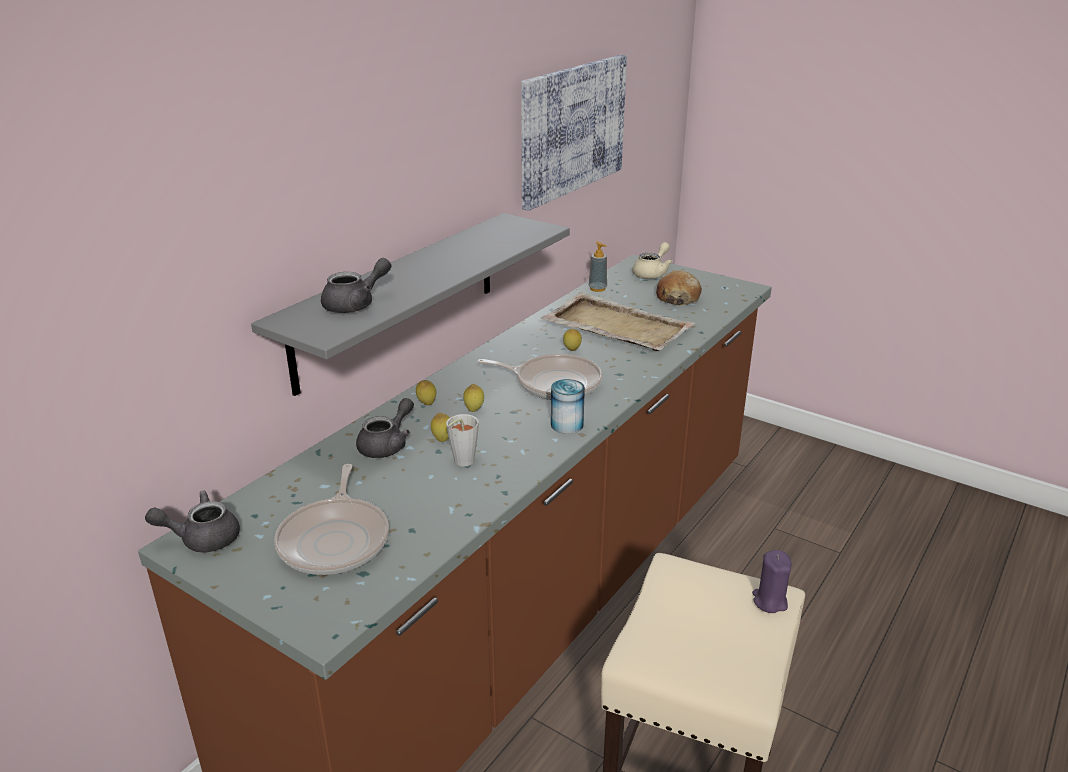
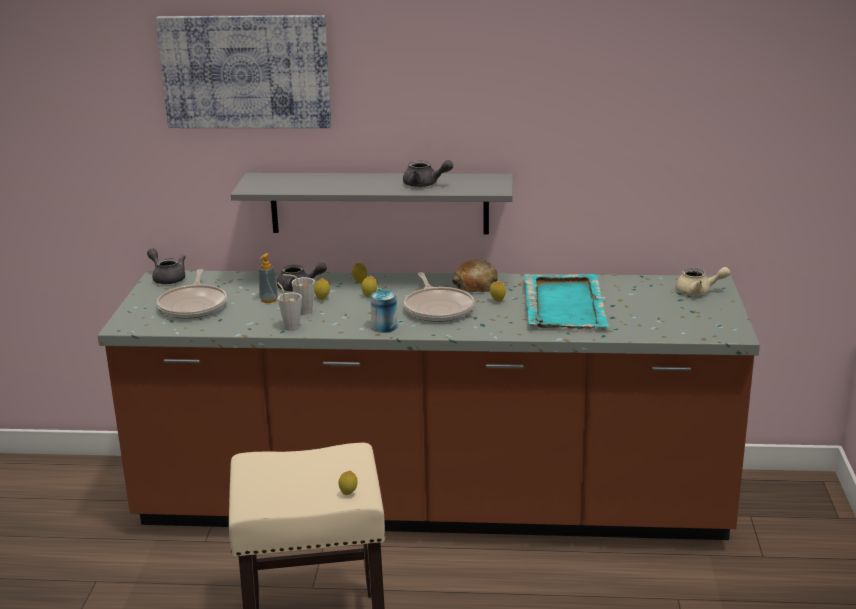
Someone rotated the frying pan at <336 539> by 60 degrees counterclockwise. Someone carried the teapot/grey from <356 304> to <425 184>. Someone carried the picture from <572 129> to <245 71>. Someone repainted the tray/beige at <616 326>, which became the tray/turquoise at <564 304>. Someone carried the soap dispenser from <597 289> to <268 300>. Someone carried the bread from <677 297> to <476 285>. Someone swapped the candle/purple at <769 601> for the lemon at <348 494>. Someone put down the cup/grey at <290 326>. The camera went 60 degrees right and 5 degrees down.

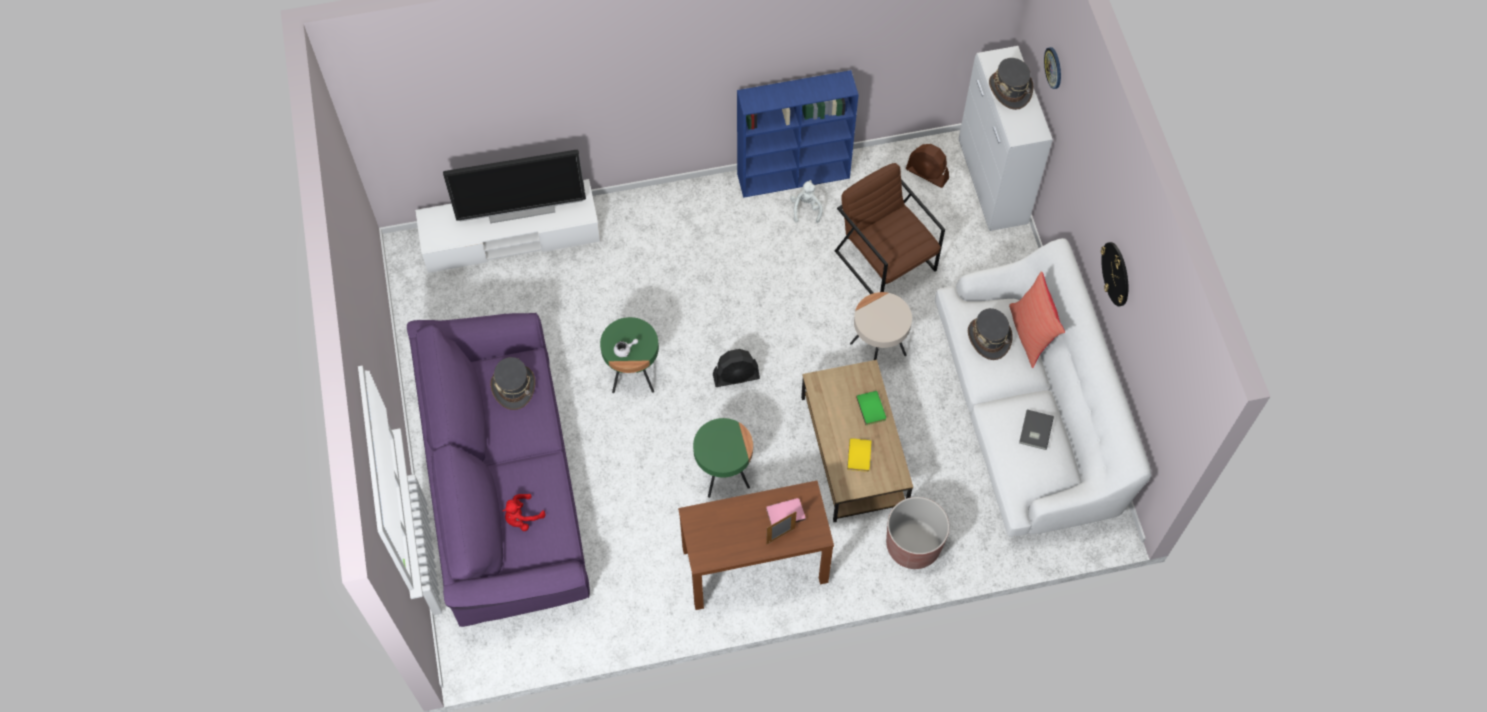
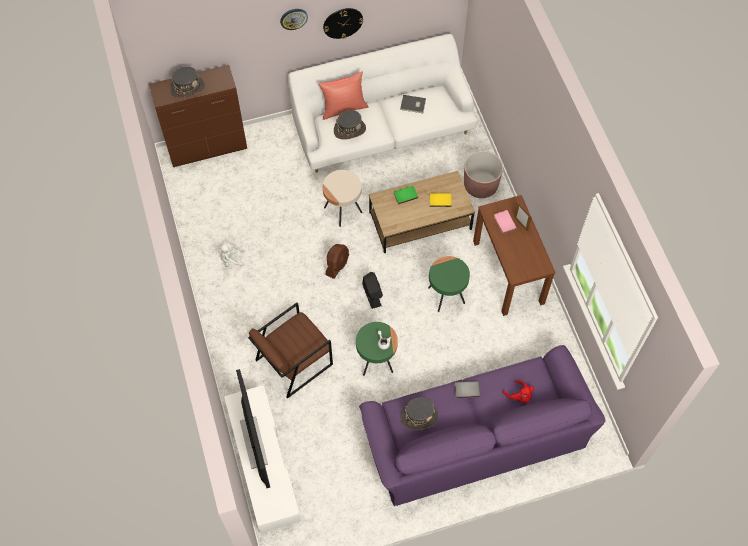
Someone took away the bookcase/blue at <794 175>. Someone carried the armchair/brown from <885 260> to <293 362>. Someone carried the fan/brown from <927 174> to <337 265>. Someone repainted the cabinet/white at <992 184>, which became the cabinet/brown at <208 148>. Someone carried the wall clock from <1053 67> to <293 18>. Someone put down the book/grey at <466 389>. The camera went 95 degrees left and 0 degrees up.

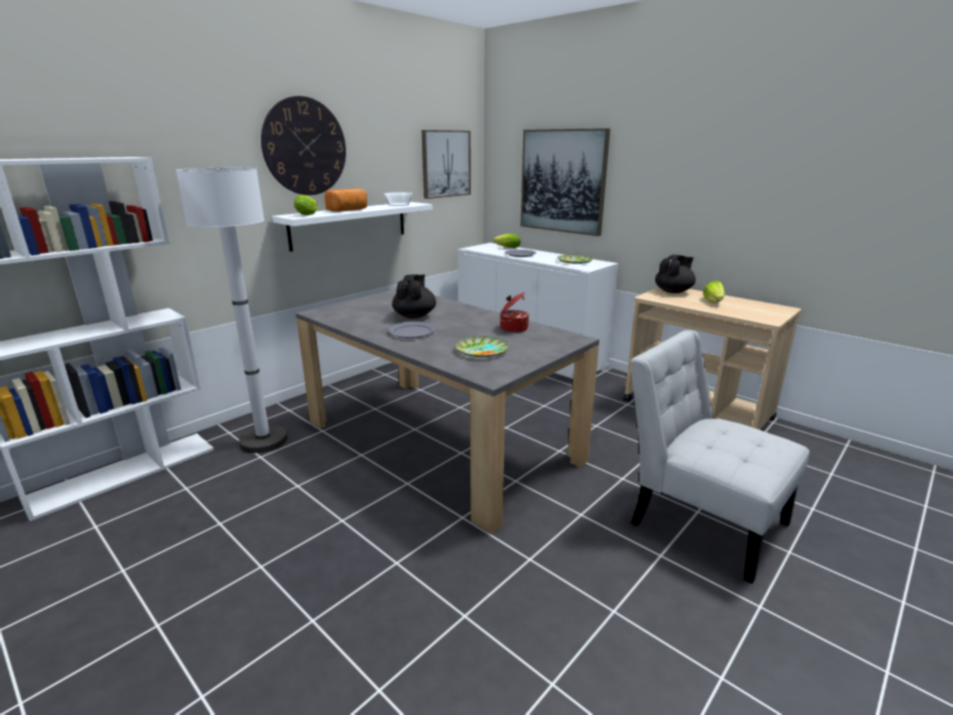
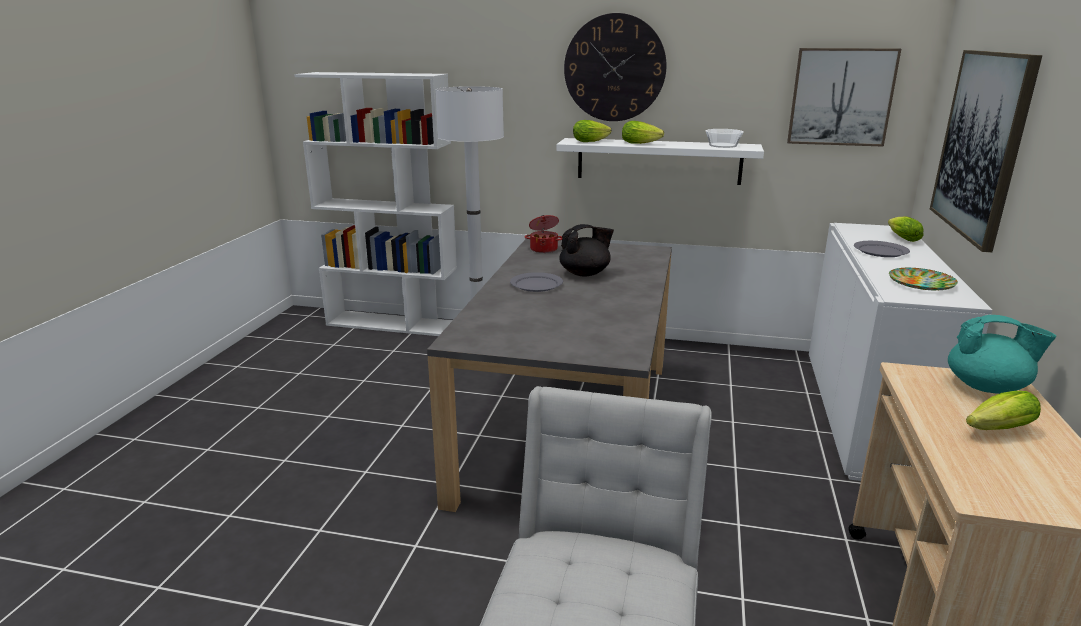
Someone swapped the bread at <348 210> for the lettuce at <642 143>. Someone took away the plate at <481 350>. Someone carried the cooking pot from <513 328> to <544 249>. Someone repainted the teapot/black at <673 291>, which became the teapot/turquoise at <987 387>. The camera went 60 degrees right and 0 degrees up.

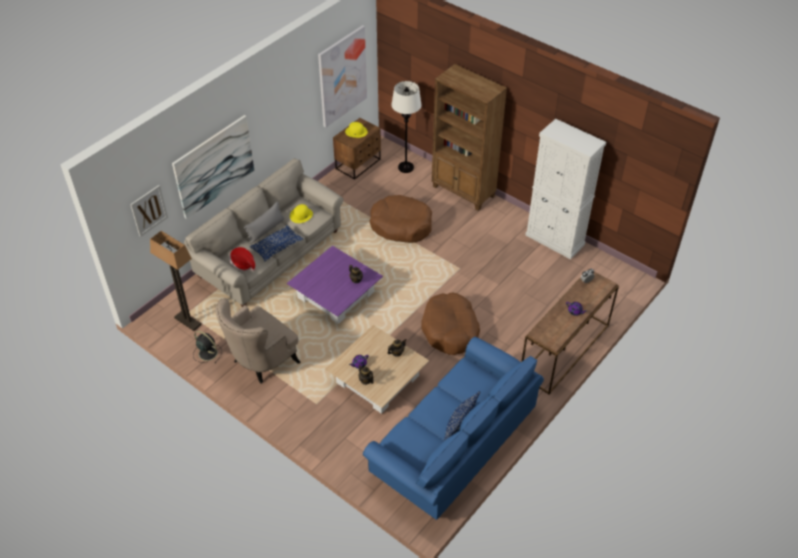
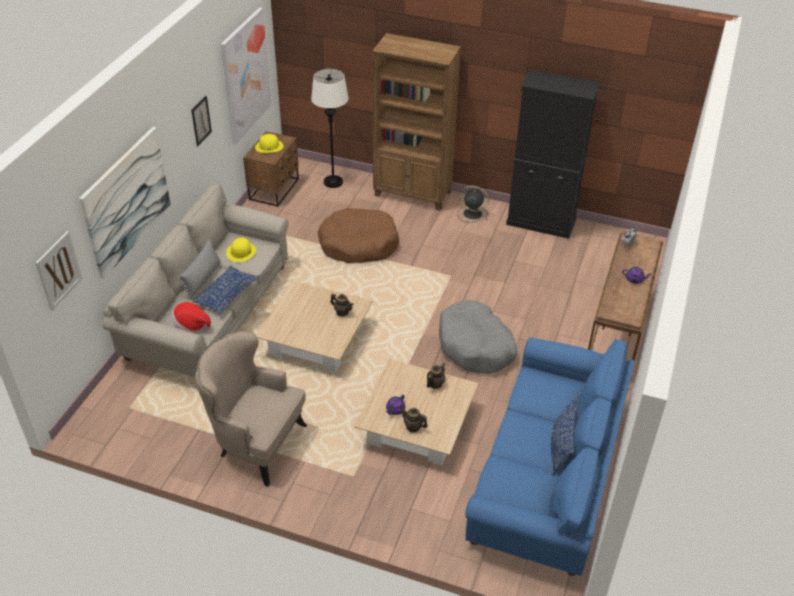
Someone took away the floor lamp at <187 321>. Someone carried the fan/black from <207 353> to <471 214>. Someone rotated the armchair/beige at <261 362> by 90 degrees clockwise. Someone repainted the coffee table/purple at <336 294>, which became the coffee table/beige at <316 339>. Someone repainted the dog bed/brown at <450 330>, which became the dog bed/grey at <475 346>. Someone repainted the cabinet/white at <555 240>, which became the cabinet/black at <541 222>. Someone put up the picture at <201 121>. The camera went 20 degrees left and 5 degrees down.

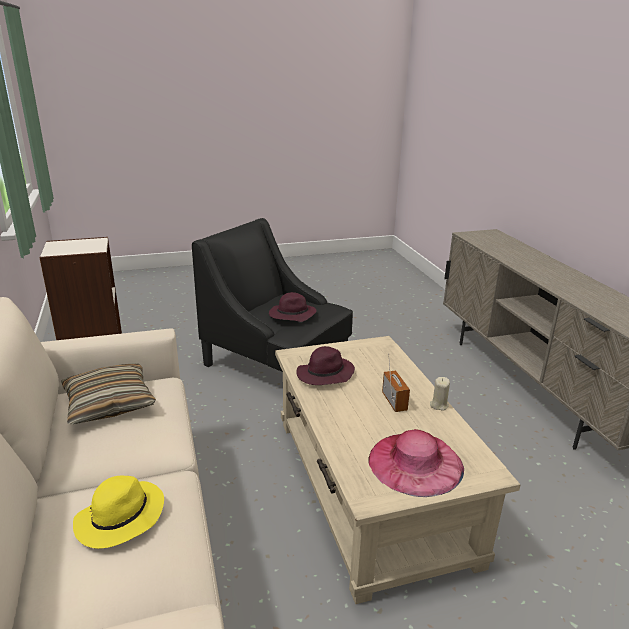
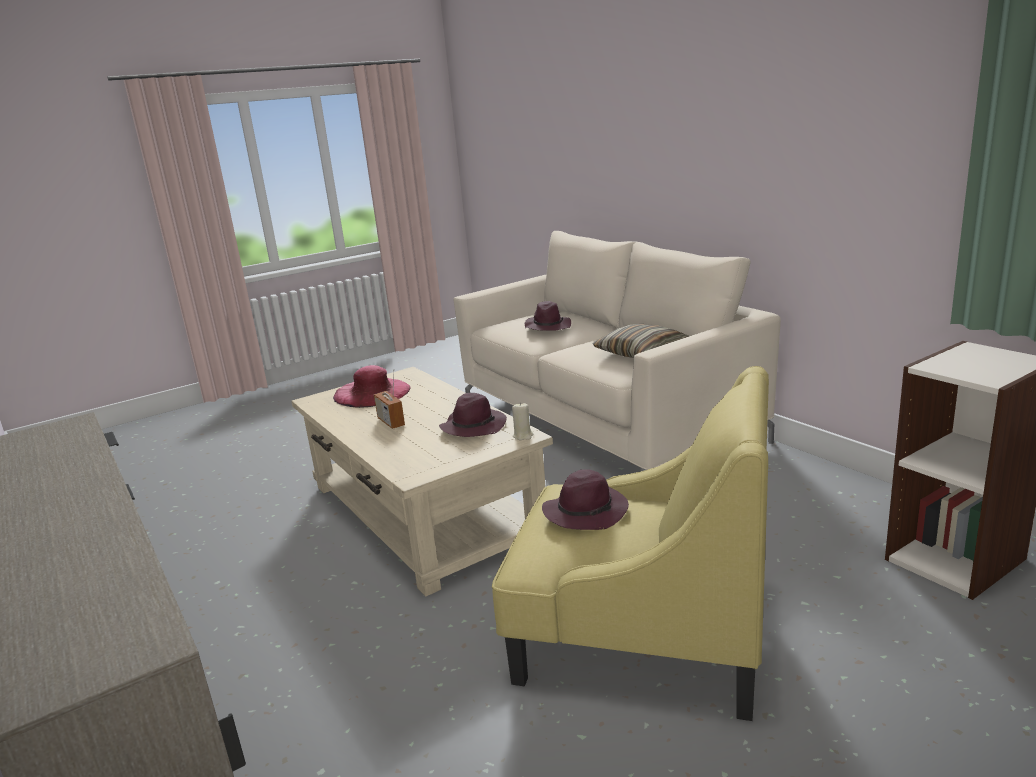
Someone repainted the hat/yellow at <120 519>, which became the hat/purple at <547 327>. Someone repainted the armchair/black at <276 362>, which became the armchair/yellow at <640 636>. Someone carried the candle/beige from <438 405> to <523 436>. The camera went 165 degrees right and 5 degrees down.

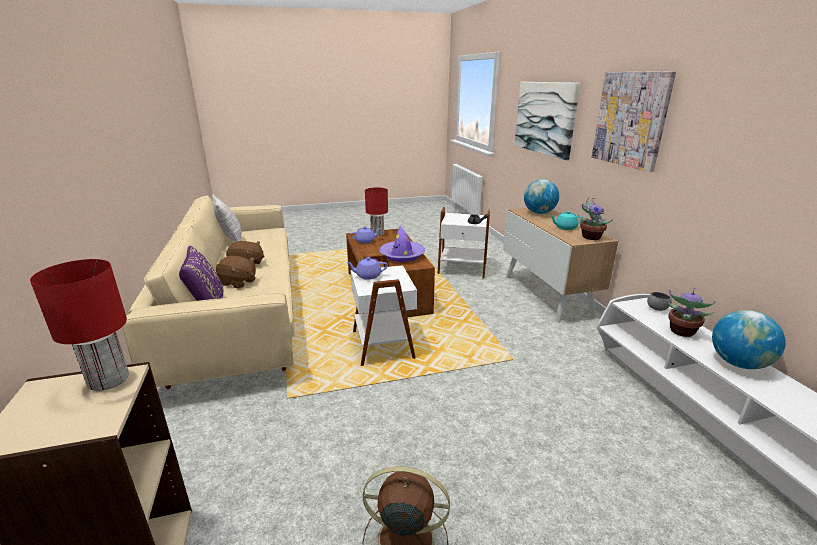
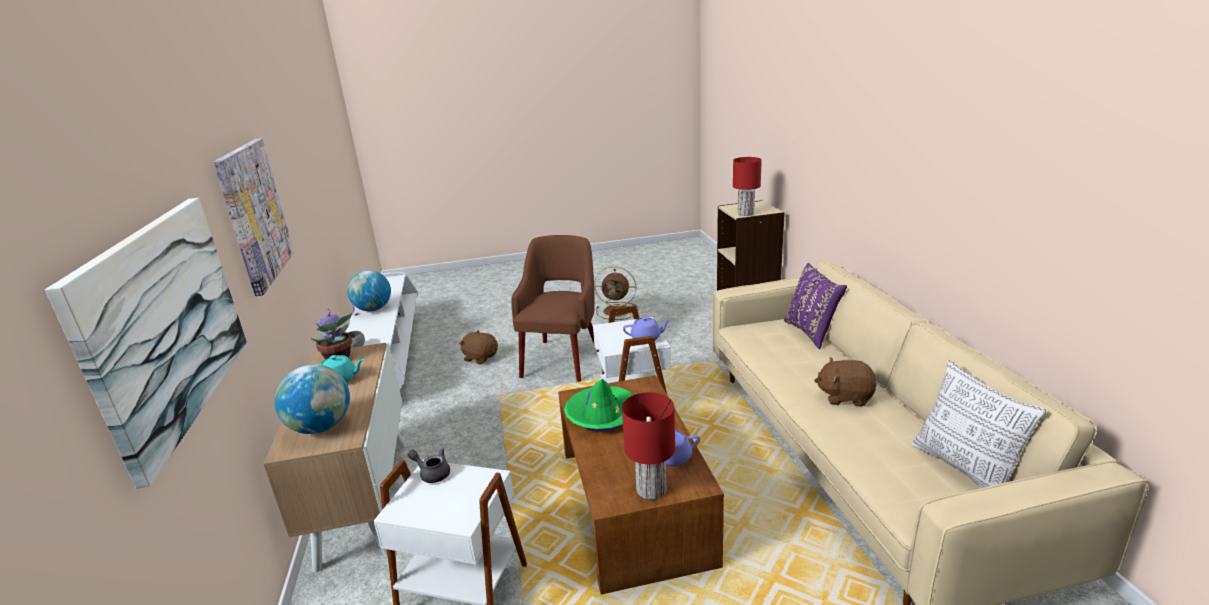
Someone carried the plush toy/brown from <238 282> to <480 357>. Someone repainted the hat/purple at <402 255>, which became the hat/green at <602 415>. Someone took away the potted plant at <681 332>. Someone put down the armchair/brown at <561 358>. The camera went 175 degrees left and 0 degrees up.

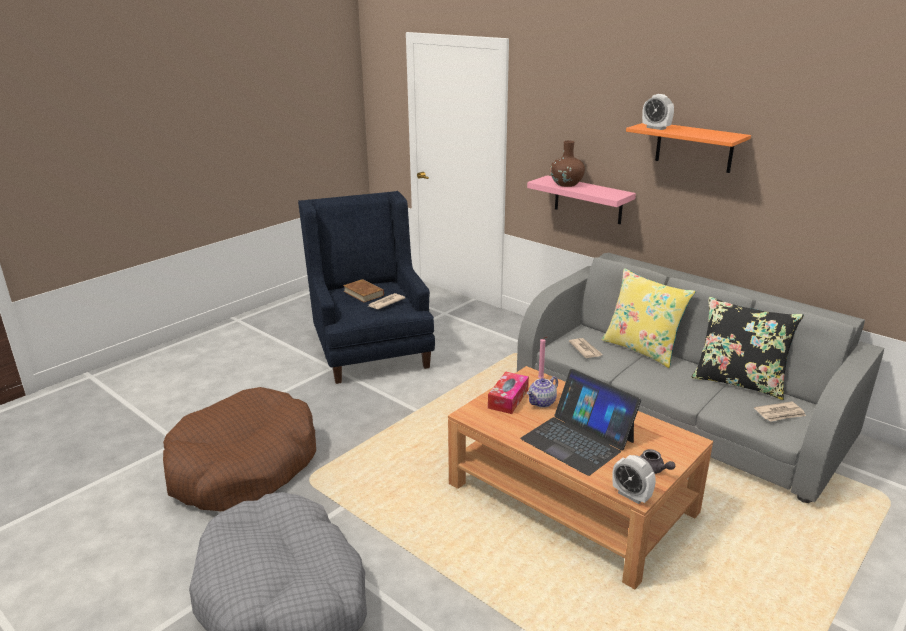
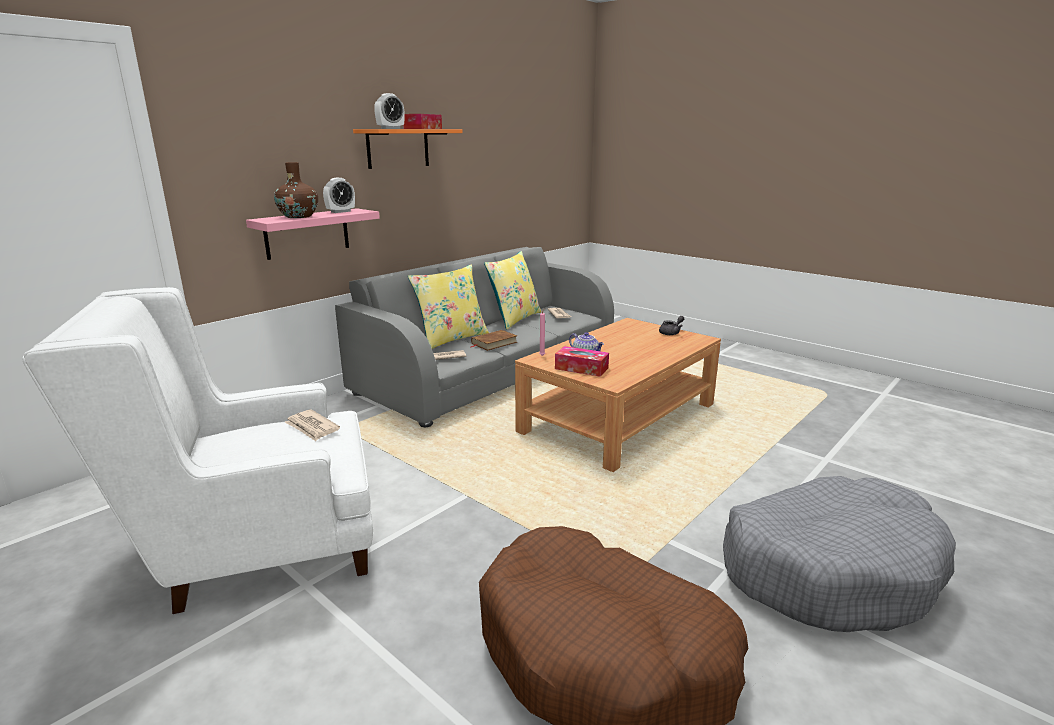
Someone repainted the armchair/blue at <370 348>, which became the armchair/white at <256 545>. Someone carried the book/brown from <363 293> to <494 343>. Someone took away the laptop at <578 440>. Someone carried the alarm clock from <631 495> to <340 212>. Someone repainted the pillow/black at <738 382>, which became the pillow/yellow at <514 319>. Someone put down the tissue box at <423 128>. The camera went 90 degrees left and 5 degrees down.

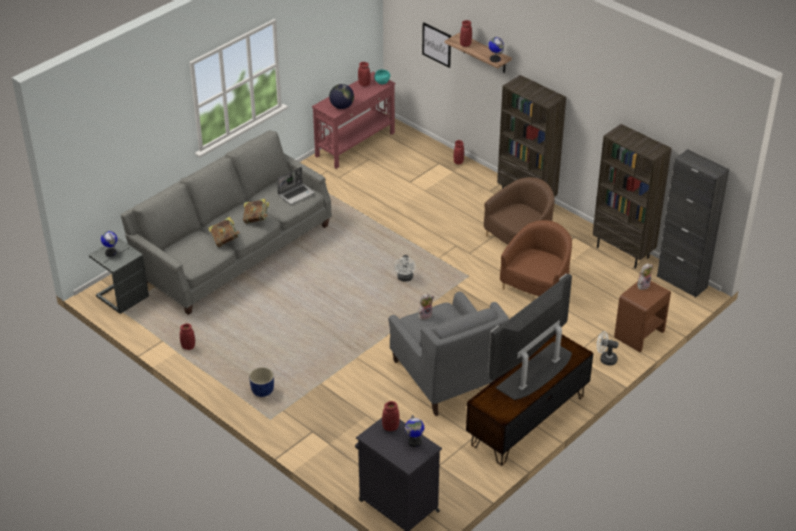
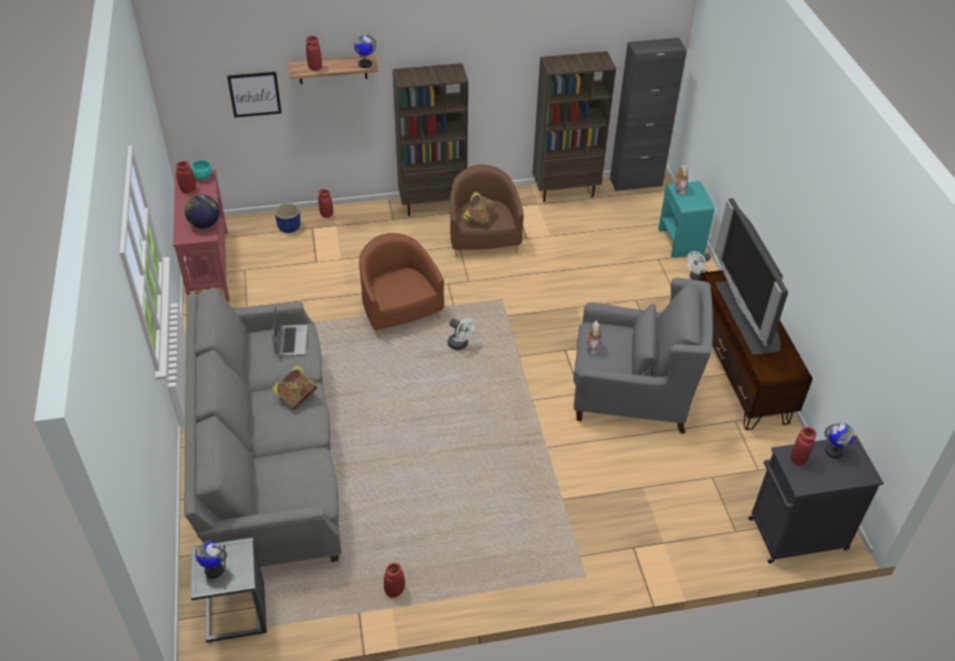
Someone carried the book from <225 240> to <478 219>. Someone carried the planter/blue from <262 391> to <289 227>. Someone carried the armchair/brown from <537 285> to <399 310>. Someone repainted the nightstand/brown at <639 334>, which became the nightstand/turquoise at <681 241>. The camera went 55 degrees left and 5 degrees up.

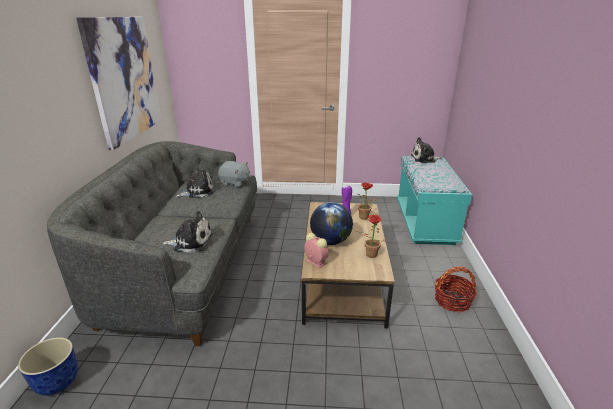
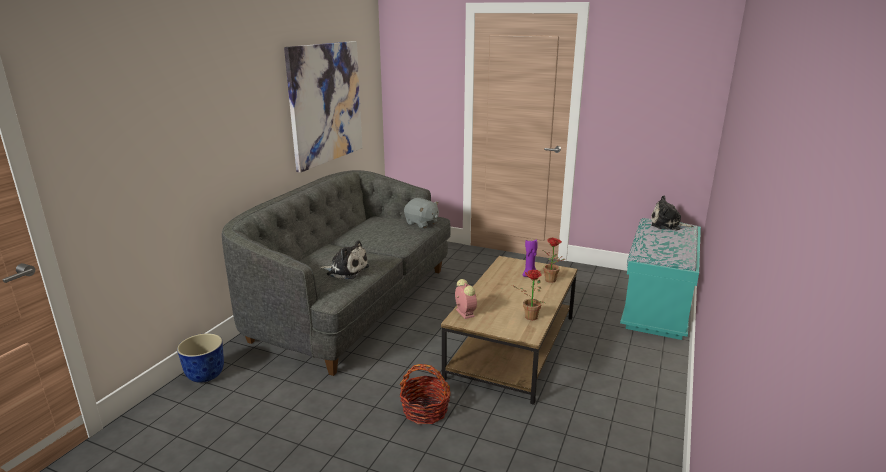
Someone took away the plush toy at <197 191>. Someone took away the globe at <330 241>. Someone carried the basket from <452 301> to <425 410>. The camera went 20 degrees right and 5 degrees down.

